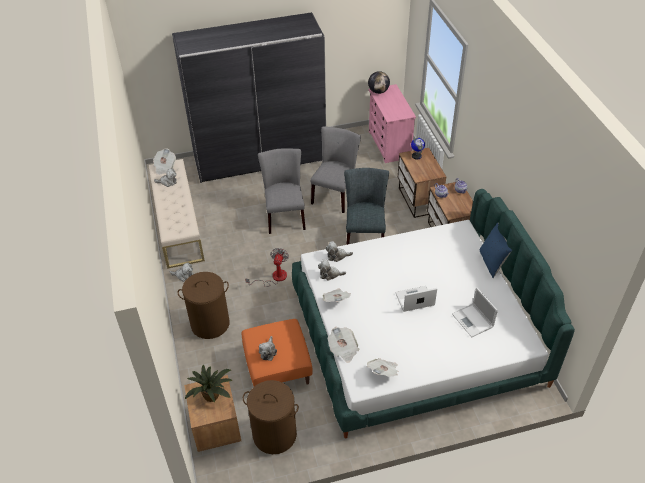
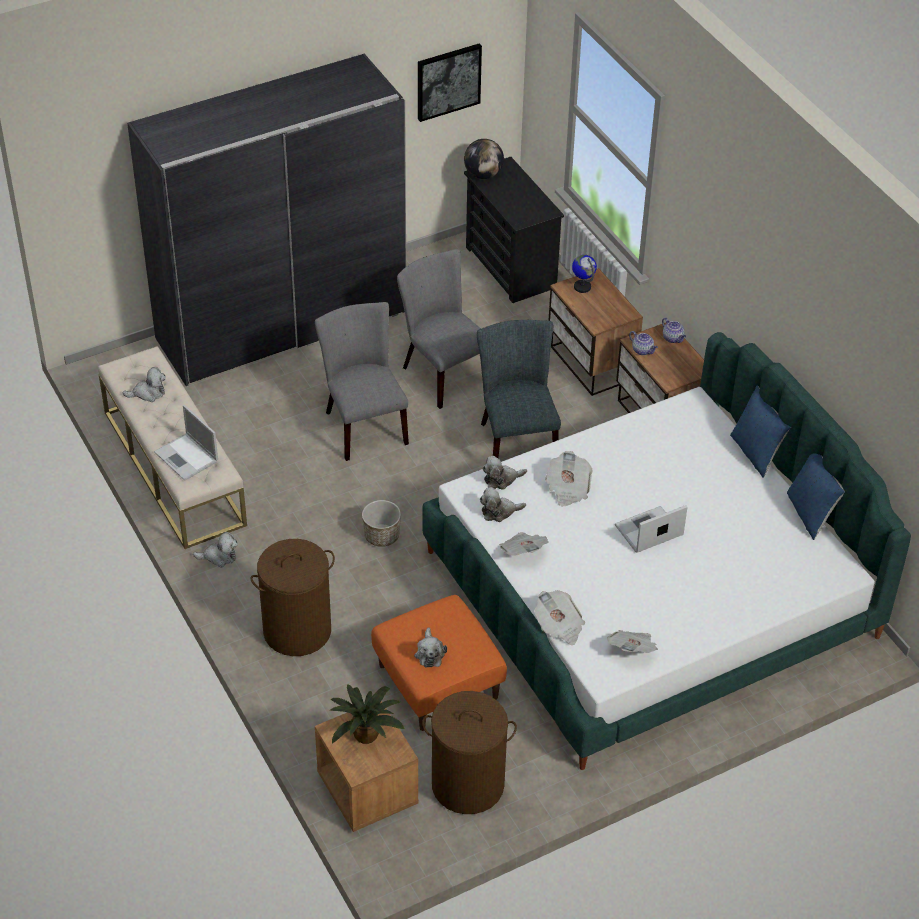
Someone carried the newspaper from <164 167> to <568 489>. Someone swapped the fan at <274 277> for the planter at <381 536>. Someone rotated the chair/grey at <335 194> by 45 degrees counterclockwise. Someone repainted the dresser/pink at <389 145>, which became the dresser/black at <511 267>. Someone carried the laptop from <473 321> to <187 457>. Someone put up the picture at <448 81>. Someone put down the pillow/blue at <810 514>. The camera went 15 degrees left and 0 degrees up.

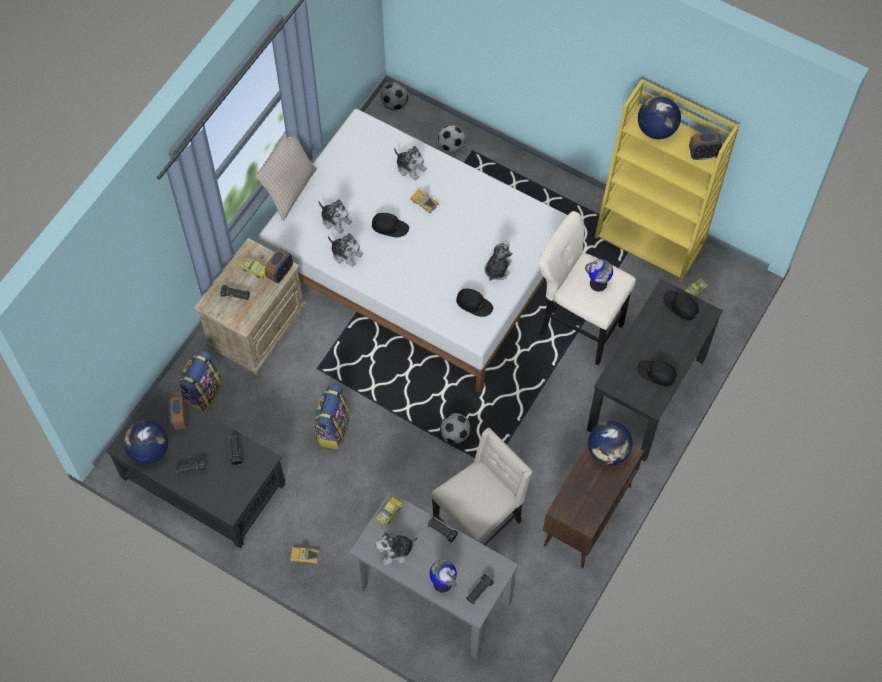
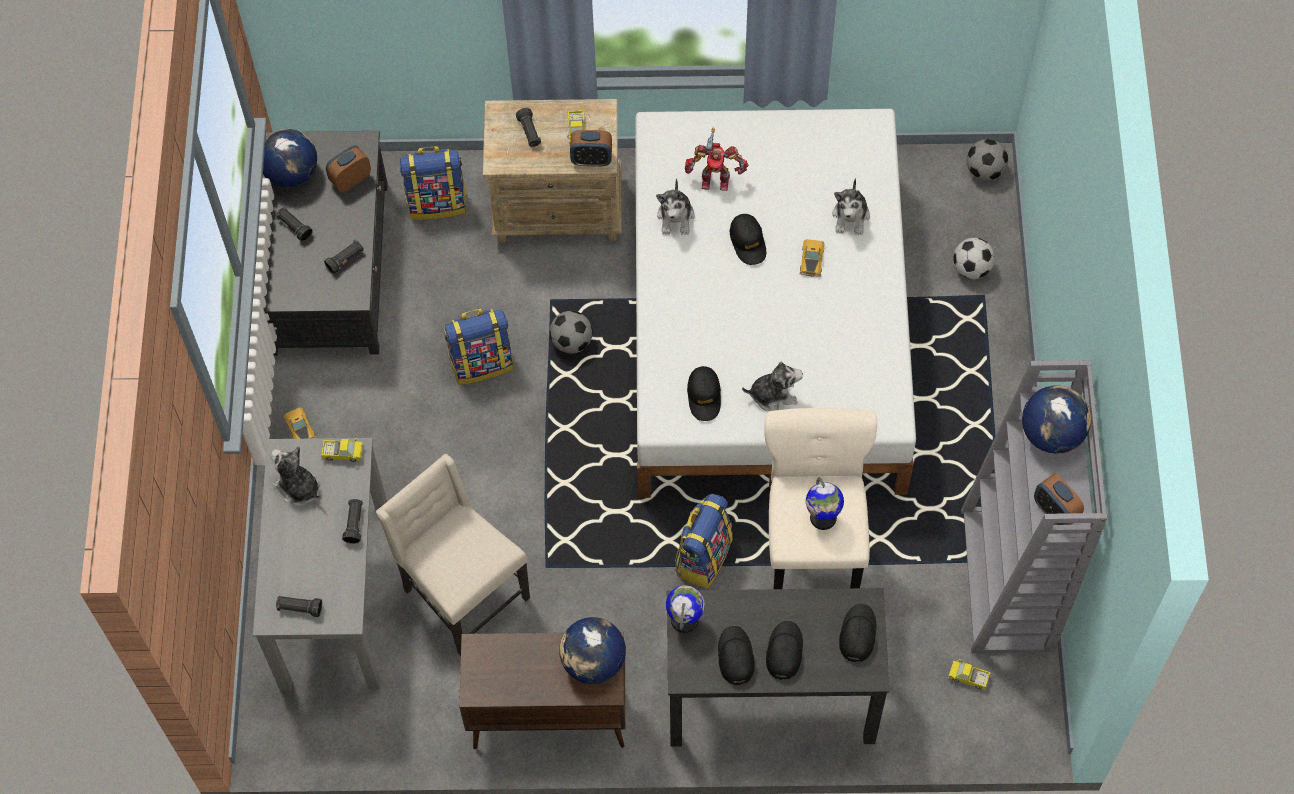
Someone took away the pillow/beige at <289 190>. Someone swapped the plush toy at <335 220> for the toy robot at <715 179>. Someone carried the globe from <442 583> to <684 620>. Someone rotated the chair/beige at <479 521> by 150 degrees counterclockwise. Someone carried the football from <455 434> to <572 342>. Someone repainted the bookcase/yellow at <651 240>, which became the bookcase/grey at <1008 581>. Someone put down the backpack at <703 556>. Someone put down the cap/black at <784 651>. The camera went 60 degrees right and 0 degrees up.

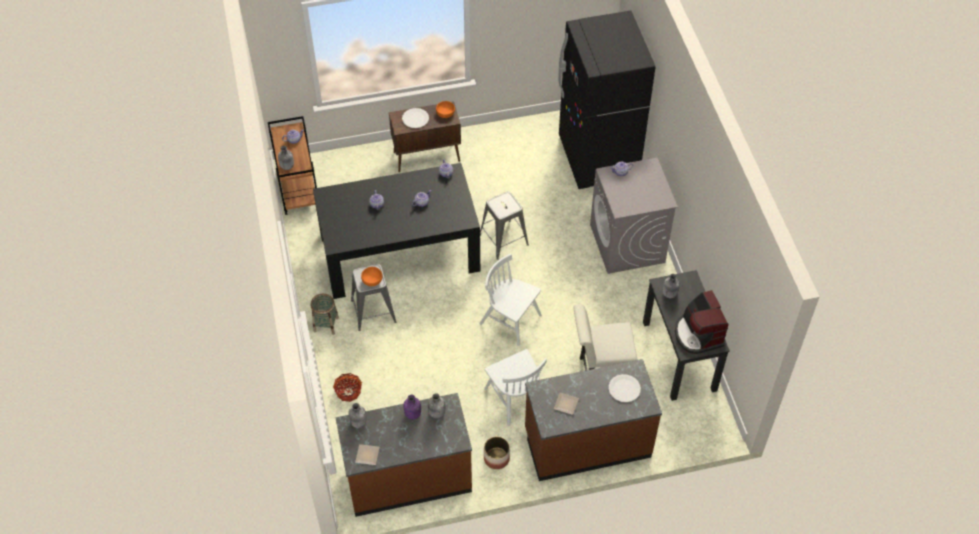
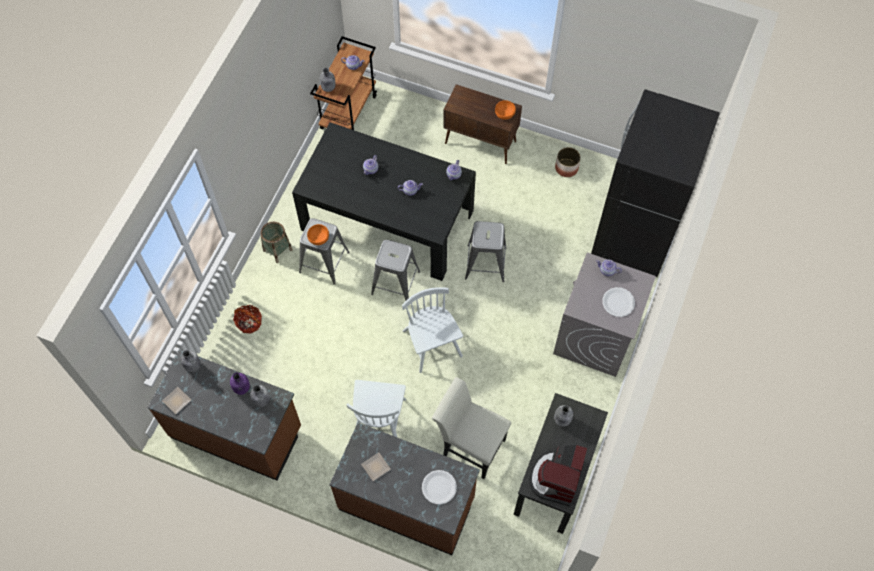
Someone carried the plate/white from <415 118> to <618 302>. Someone carried the planter from <496 458> to <566 168>. Someone put down the stool/grey at <395 283>. The camera went 35 degrees right and 10 degrees up.

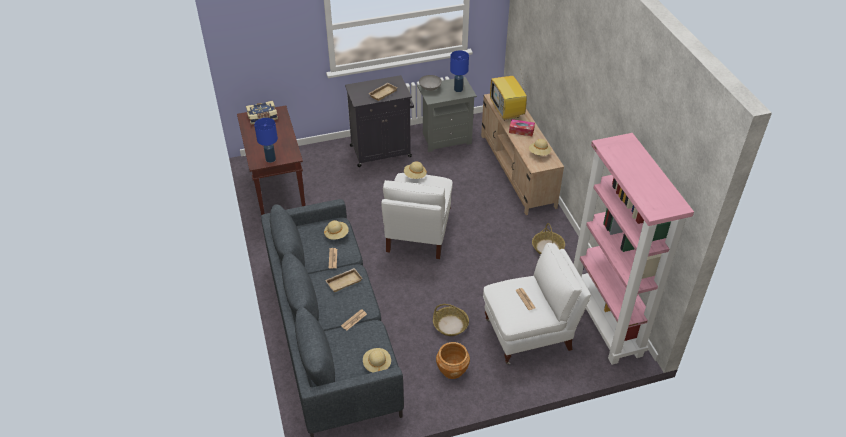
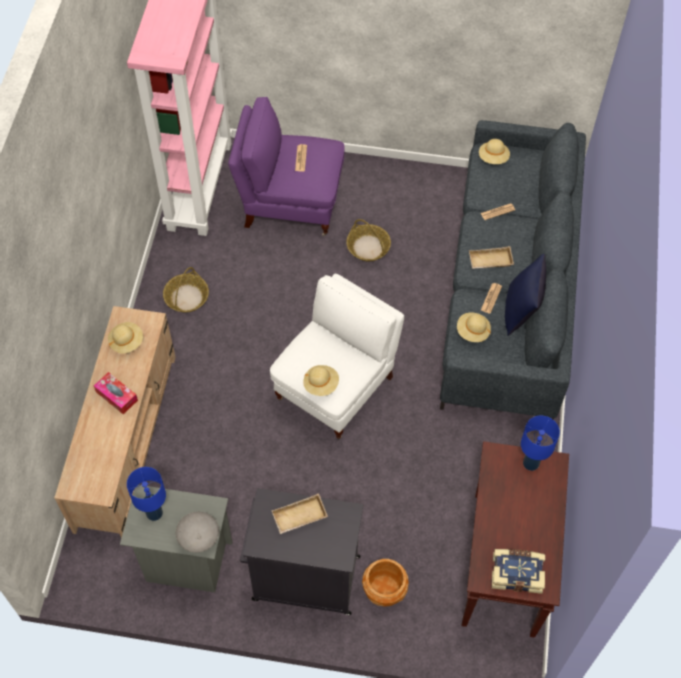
Someone carried the planter/brown from <452 370> to <384 590>. Someone repainted the armchair/white at <529 334>, which became the armchair/purple at <290 204>. Someone took away the television at <507 111>. Someone put down the pillow/blue at <521 311>. The camera went 155 degrees left and 15 degrees up.

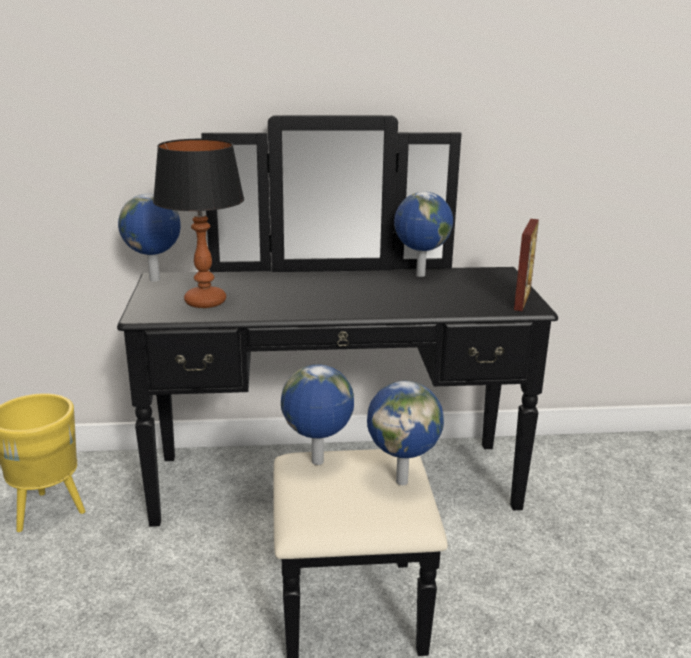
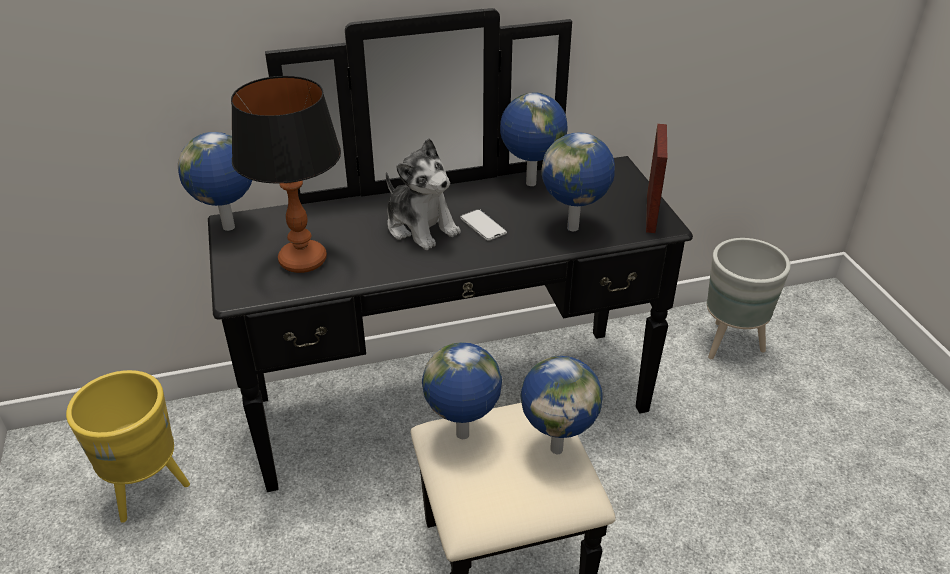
Someone put down the plush toy at <421 227>. Someone put down the phone at <483 225>. Someone put down the globe at <574 228>. Someone put down the planter/grey at <729 343>. The camera went 10 degrees left and 15 degrees up.

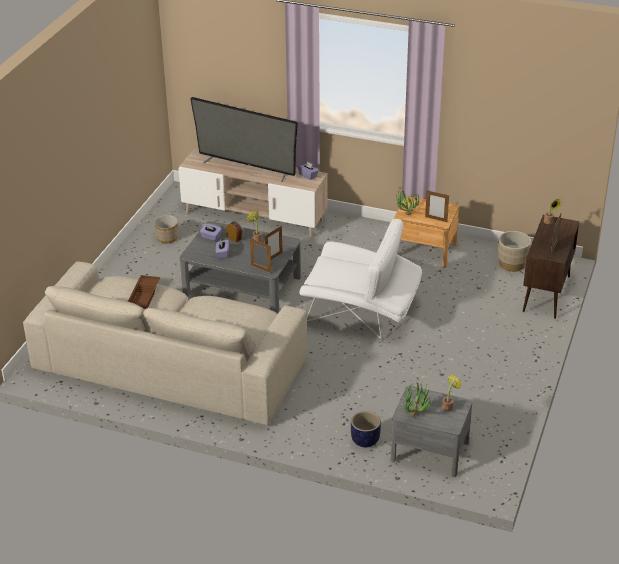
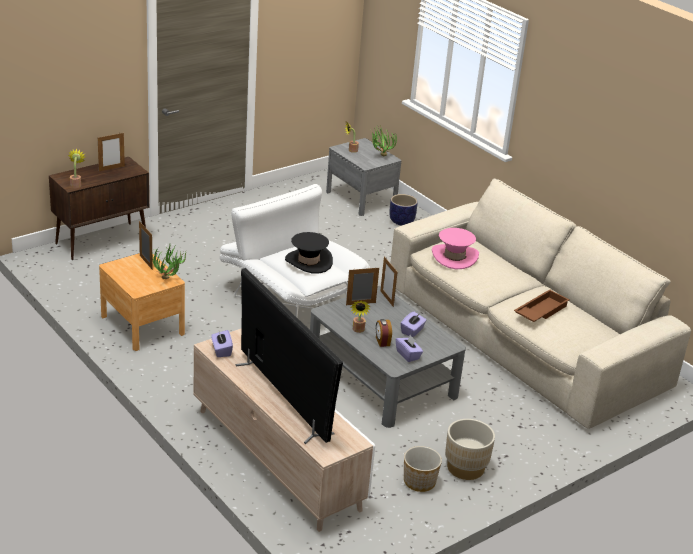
Someone carried the planter/beige from <512 264> to <465 468>. Someone put down the hat/black at <308 262>. Someone put down the hat/pink at <454 257>. The camera went 150 degrees left and 5 degrees down.

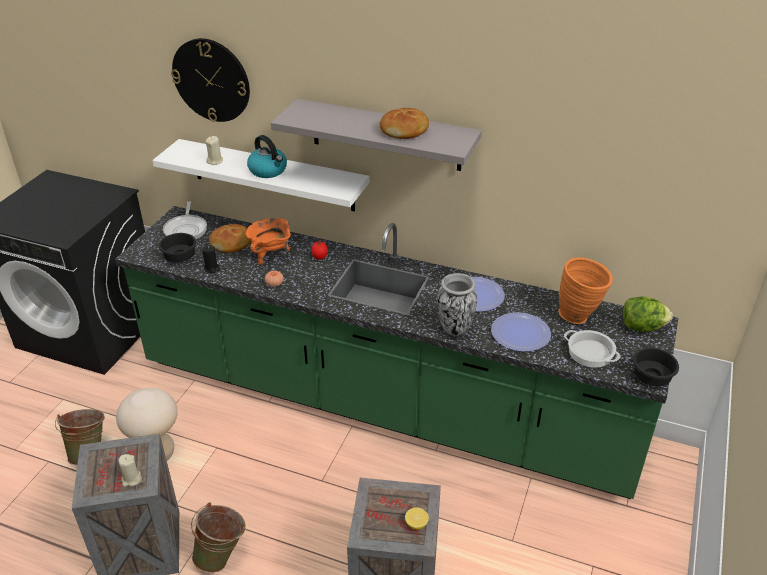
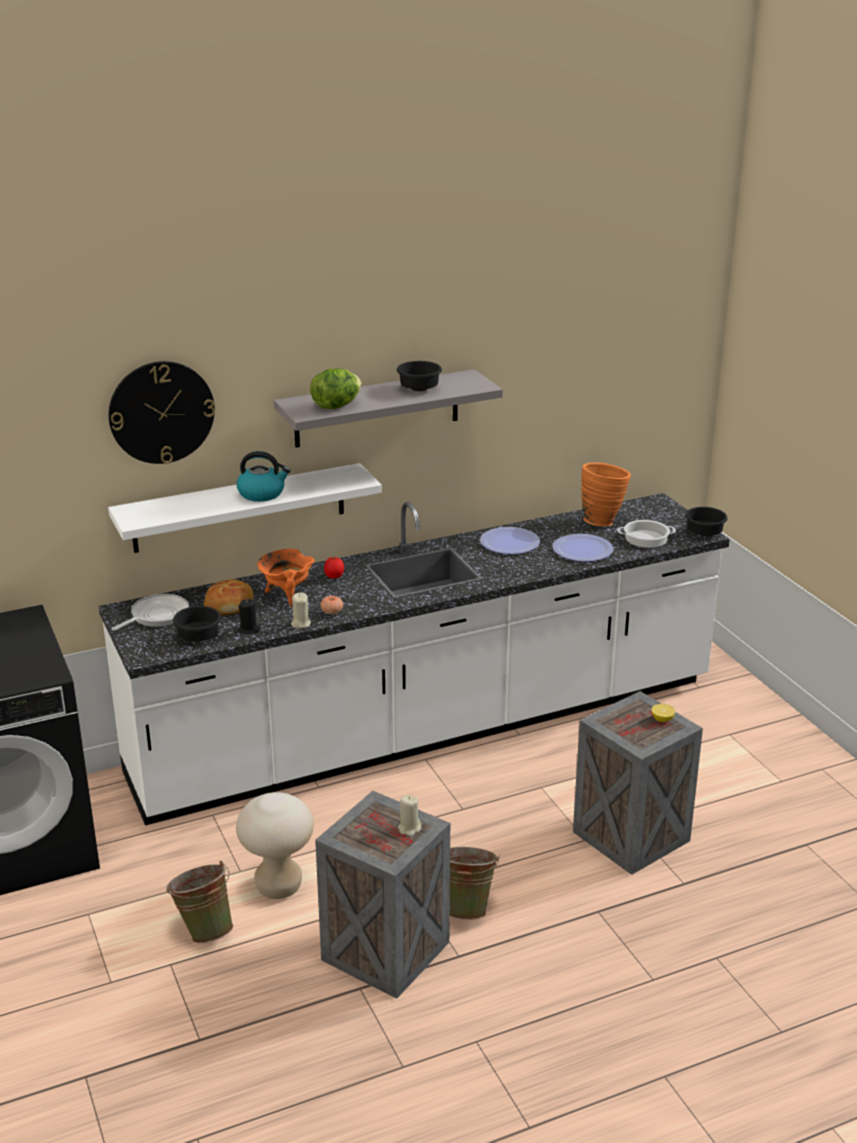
Someone repainted the counter/green at <383 405>, which became the counter/white at <428 730>. Someone rotated the frying pan at <186 229> by 90 degrees counterclockwise. Someone carried the candle/beige from <215 161> to <300 624>. Someone swapped the bread at <405 131> for the bowl/black at <420 389>. Someone took away the vase at <454 330>. Someone carried the lettuce from <642 327> to <336 406>. The camera went 45 degrees left and 10 degrees down.

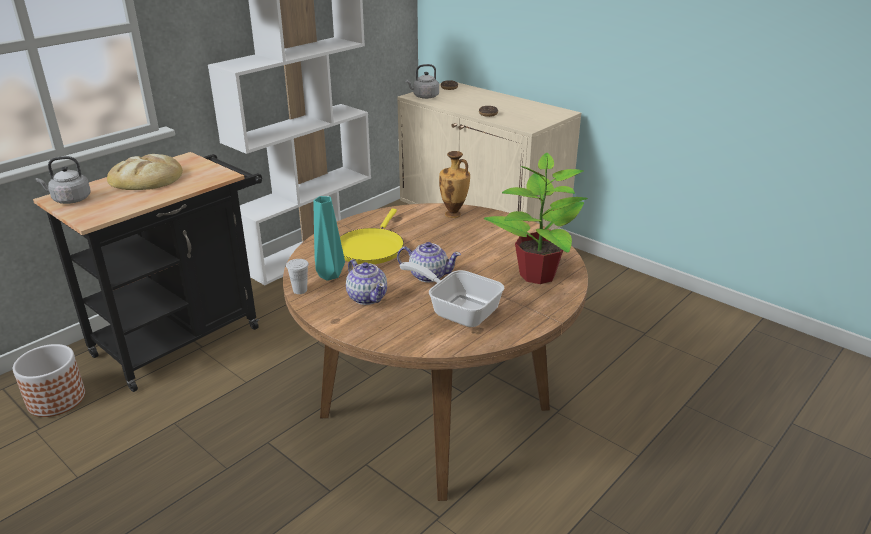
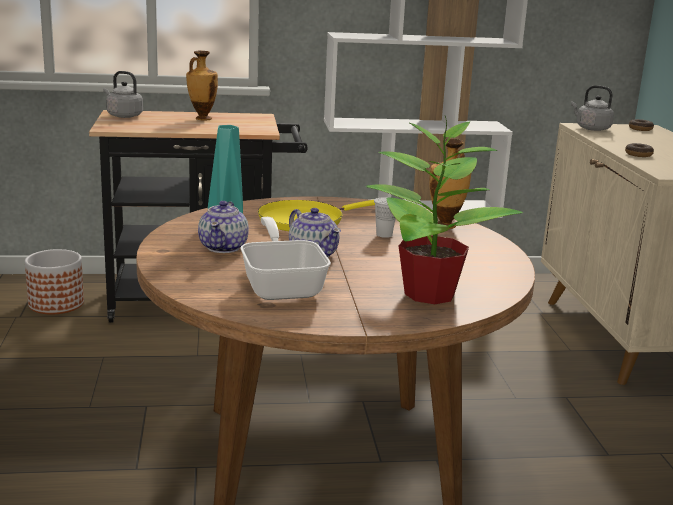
Someone swapped the bread at <147 178> for the vase at <202 118>. Someone carried the cup/white from <300 290> to <384 235>. The camera went 40 degrees right and 10 degrees down.

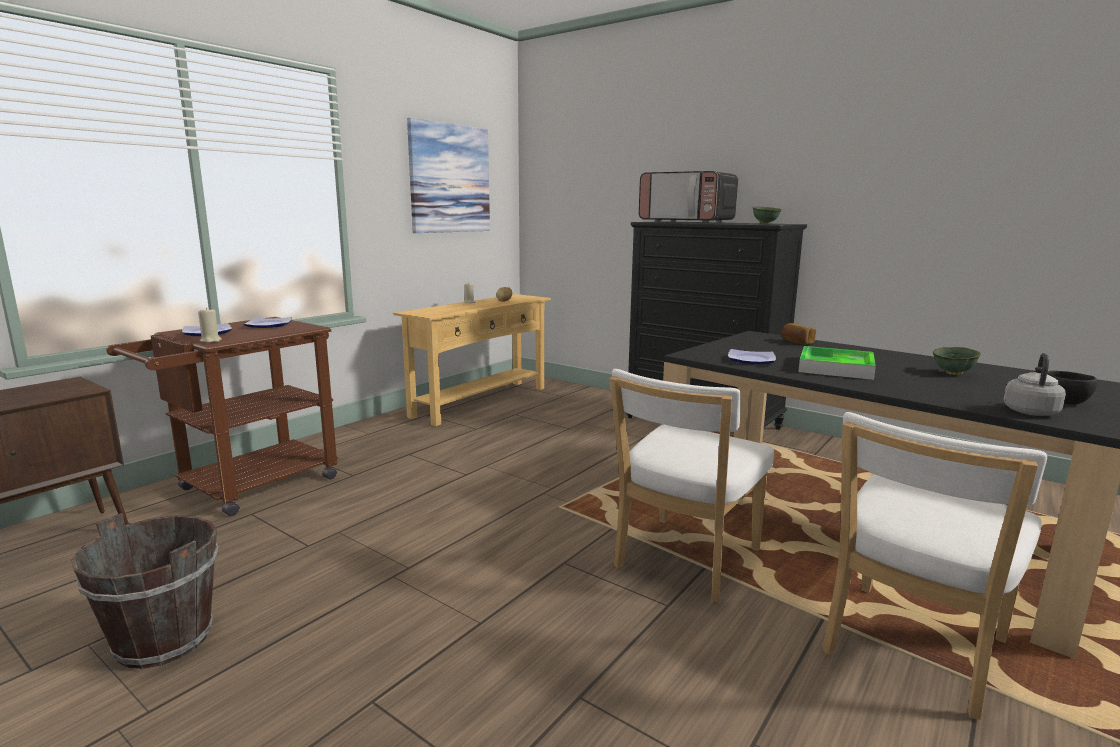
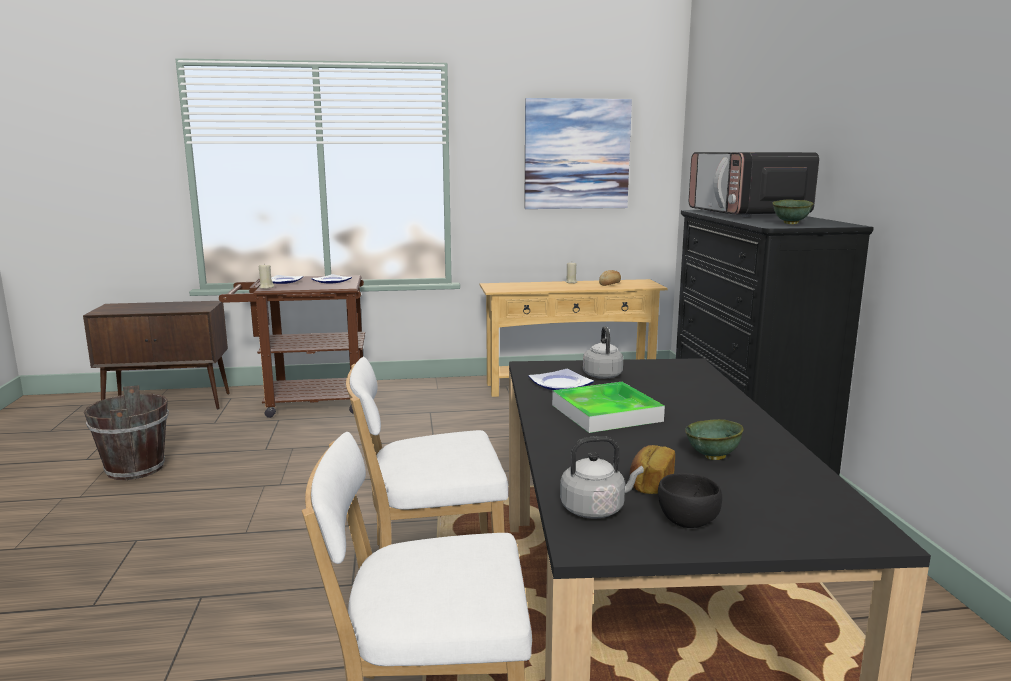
Someone carried the bread from <796 342> to <650 483>. Someone put down the kettle/grey at <602 375>. The camera went 45 degrees right and 0 degrees up.

